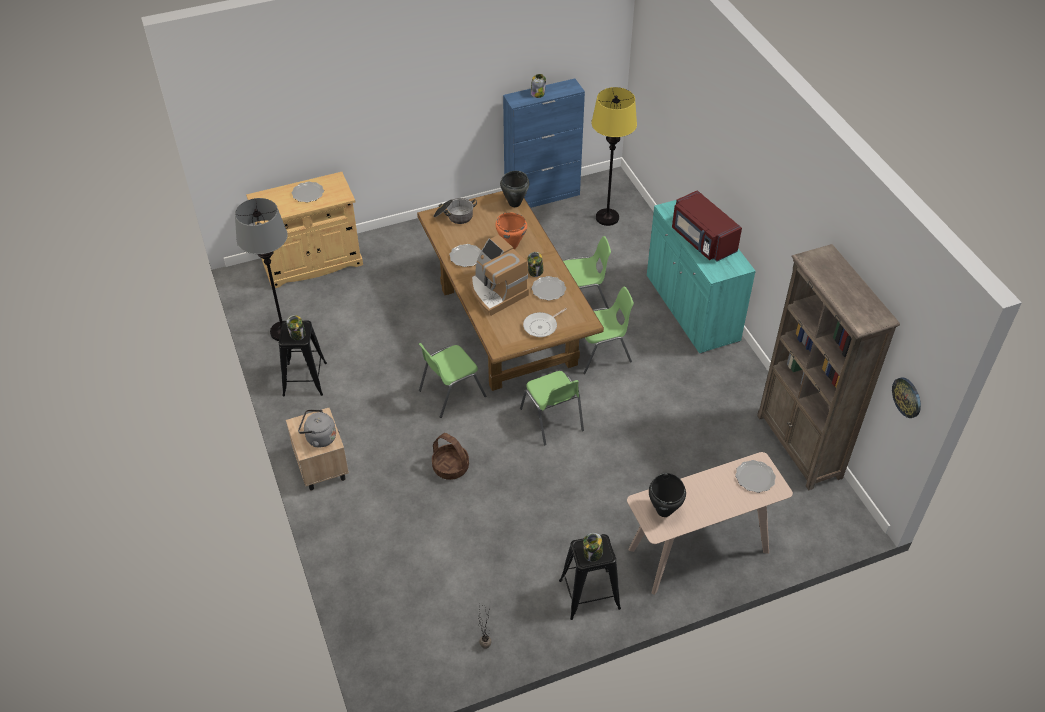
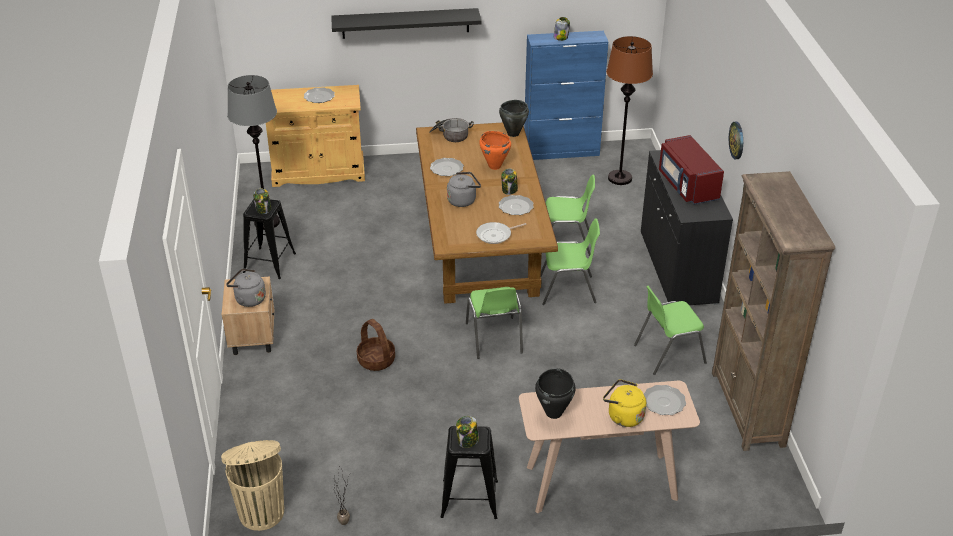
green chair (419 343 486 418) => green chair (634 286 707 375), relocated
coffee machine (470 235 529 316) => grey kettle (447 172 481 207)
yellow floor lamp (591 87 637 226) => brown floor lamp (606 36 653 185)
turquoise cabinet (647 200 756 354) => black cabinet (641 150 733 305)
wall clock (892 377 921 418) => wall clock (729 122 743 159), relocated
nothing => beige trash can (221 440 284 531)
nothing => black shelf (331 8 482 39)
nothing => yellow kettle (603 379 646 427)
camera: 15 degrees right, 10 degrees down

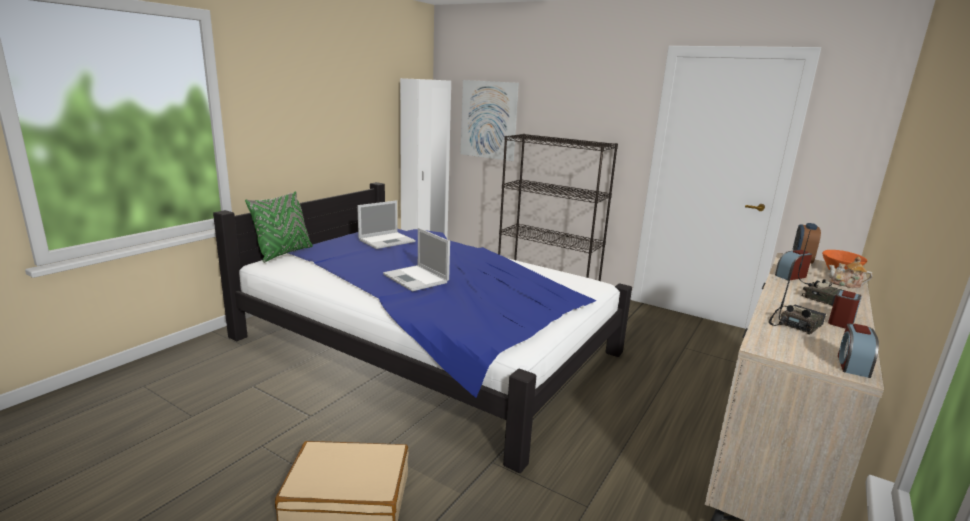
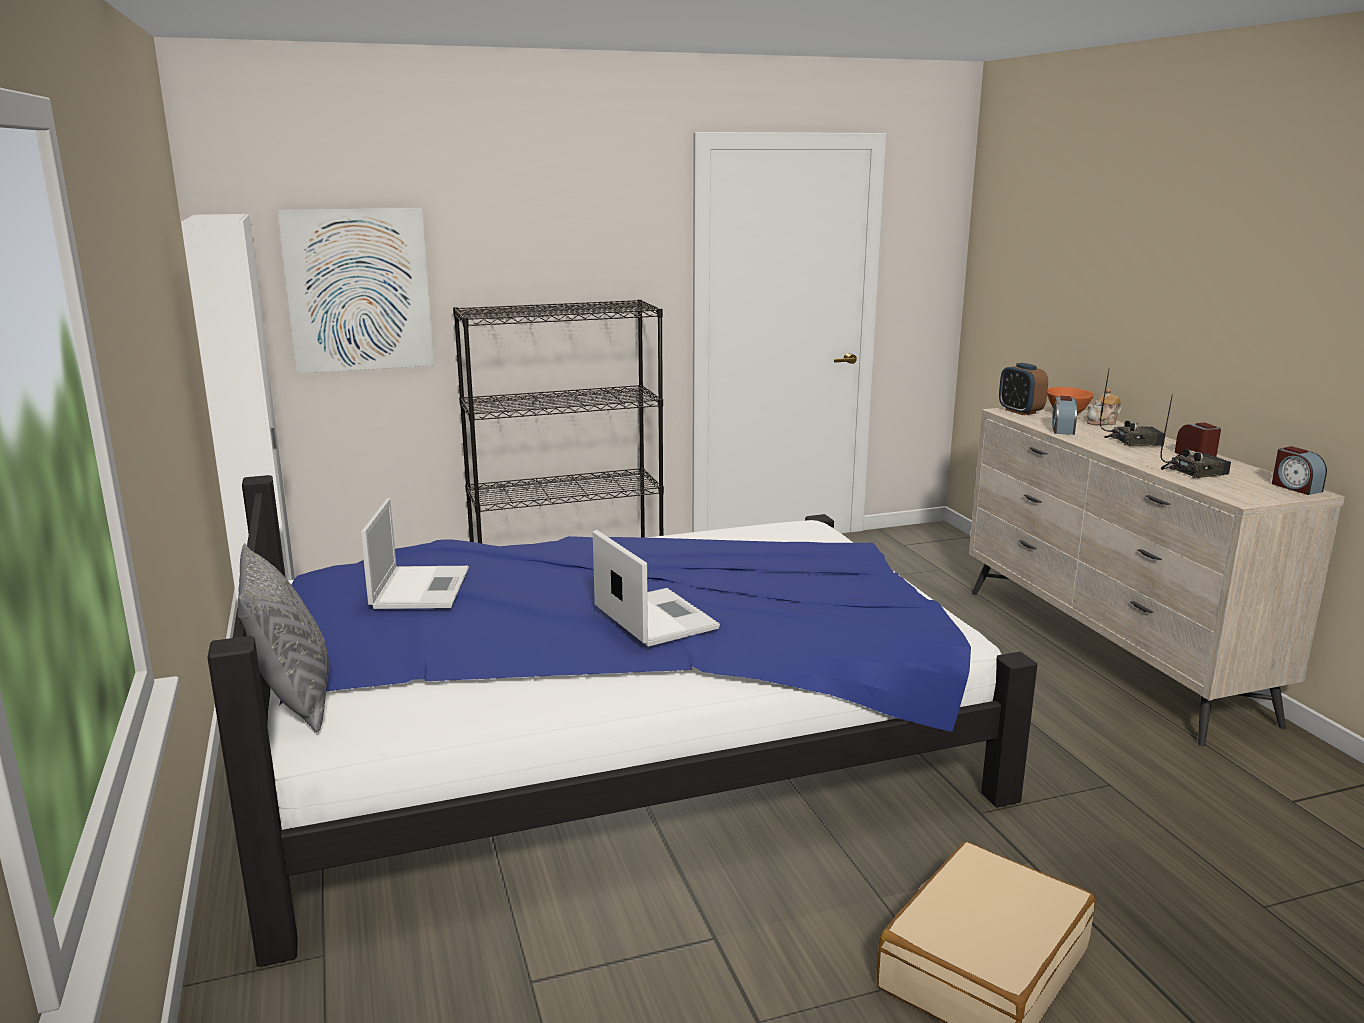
green pillow (245 191 313 263) => grey pillow (238 543 329 732)
laptop (383 228 450 291) => laptop (593 530 720 647), 120 degrees counterclockwise
radio (769 261 826 335) => radio (1161 394 1231 478), 75 degrees clockwise
camera: 50 degrees left, 0 degrees up

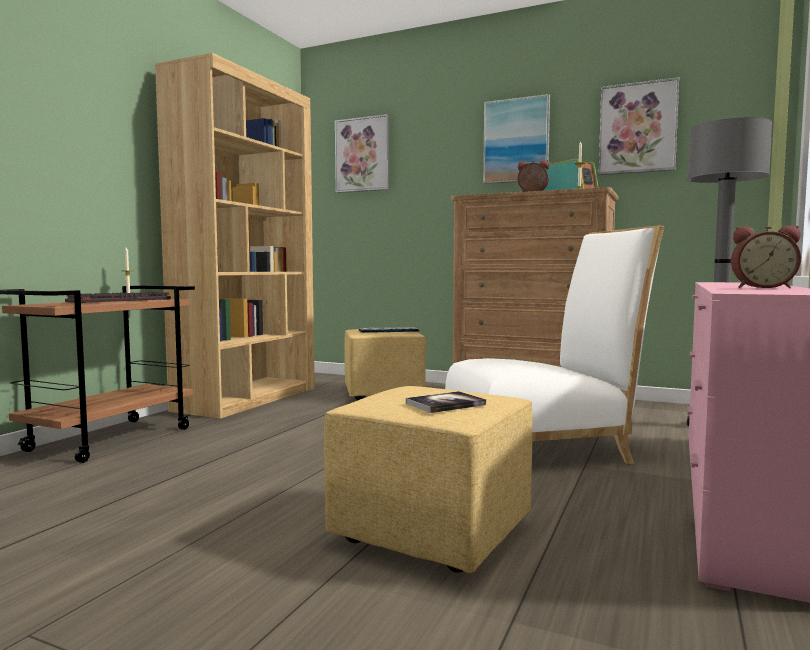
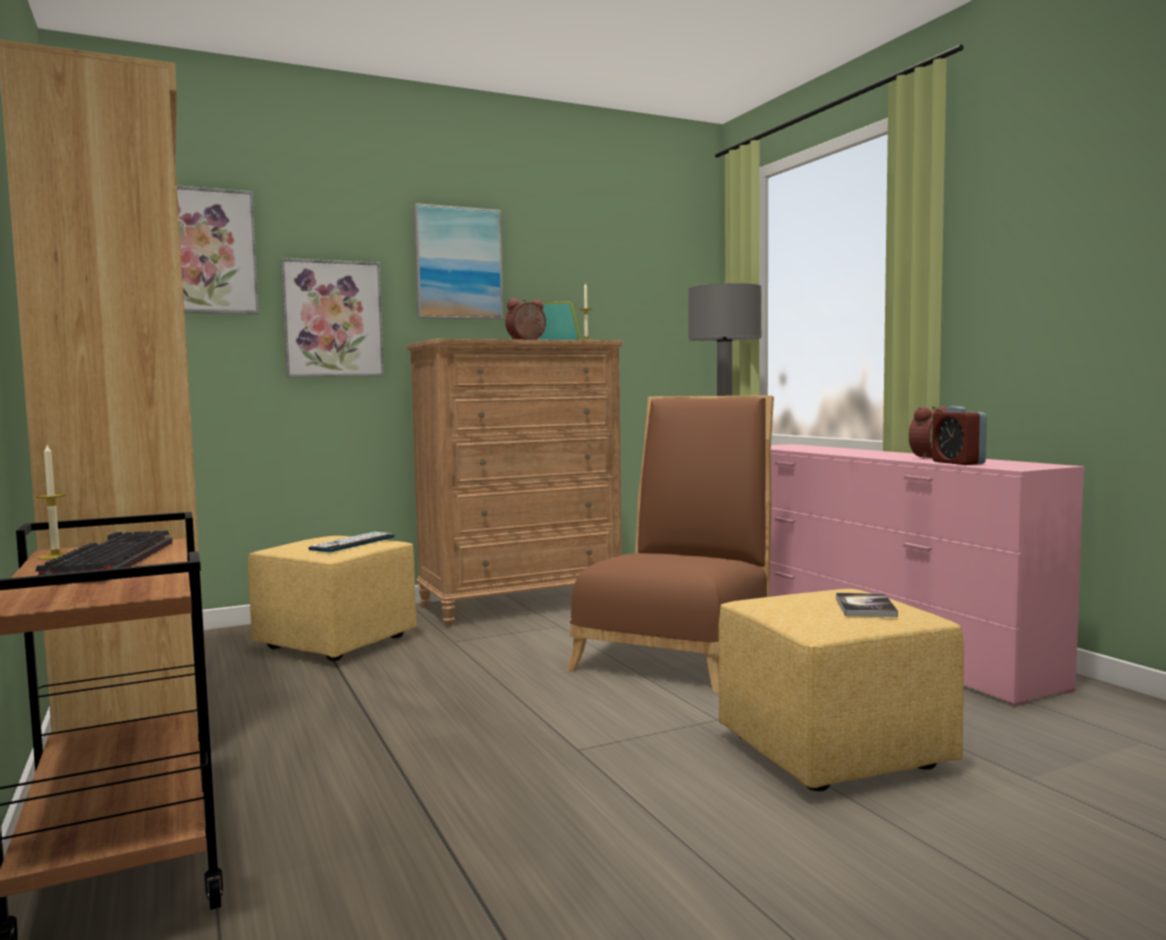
white chair (445 225 664 464) => brown chair (567 395 774 693)
picture (599 77 679 175) => picture (281 258 384 377), relocated
nothing => alarm clock (932 406 987 465)
camera: 50 degrees left, 0 degrees up

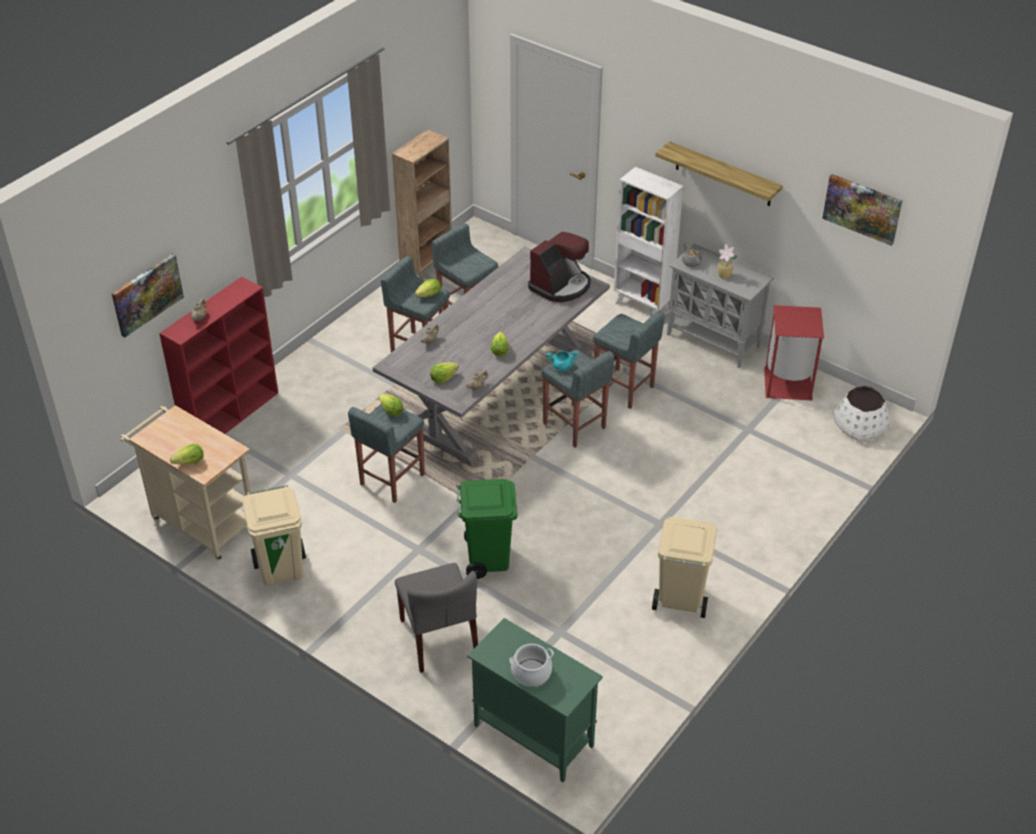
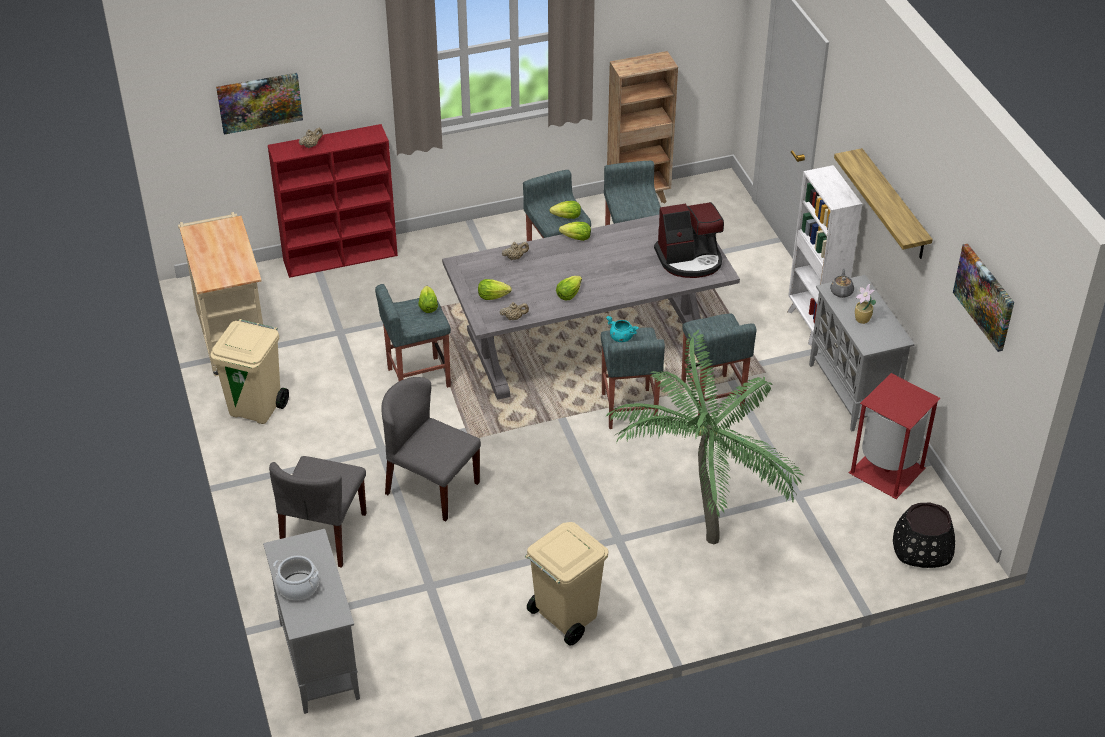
lettuce (170 444 204 465) => lettuce (559 222 591 241), relocated
green trash can (456 479 517 579) => grey chair (381 377 481 521)
green cabinet (467 618 603 782) => grey cabinet (263 529 360 714)
white planter (833 386 890 441) => black planter (893 502 955 568)
nothing => potted plant (605 330 804 544)
camera: 35 degrees right, 0 degrees up

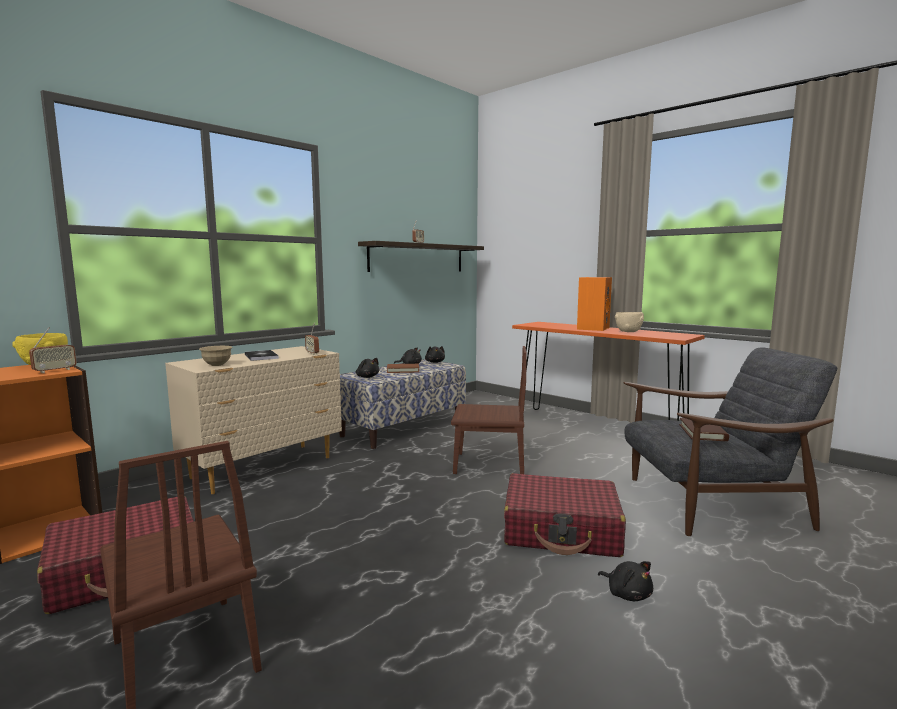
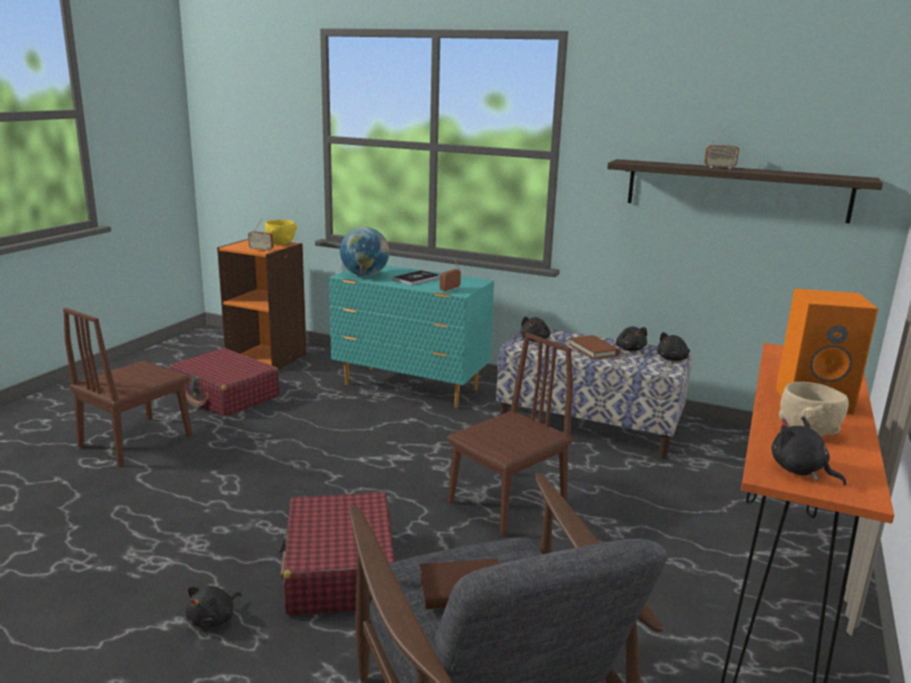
beige dresser (165 346 342 494) => turquoise dresser (329 265 494 408)
beige bowl (199 346 233 366) => globe (340 227 389 276)
brown chair (451 346 527 474) => brown chair (447 333 573 536), 120 degrees counterclockwise
nothing => black plush toy (771 416 846 486)
camera: 70 degrees right, 10 degrees up

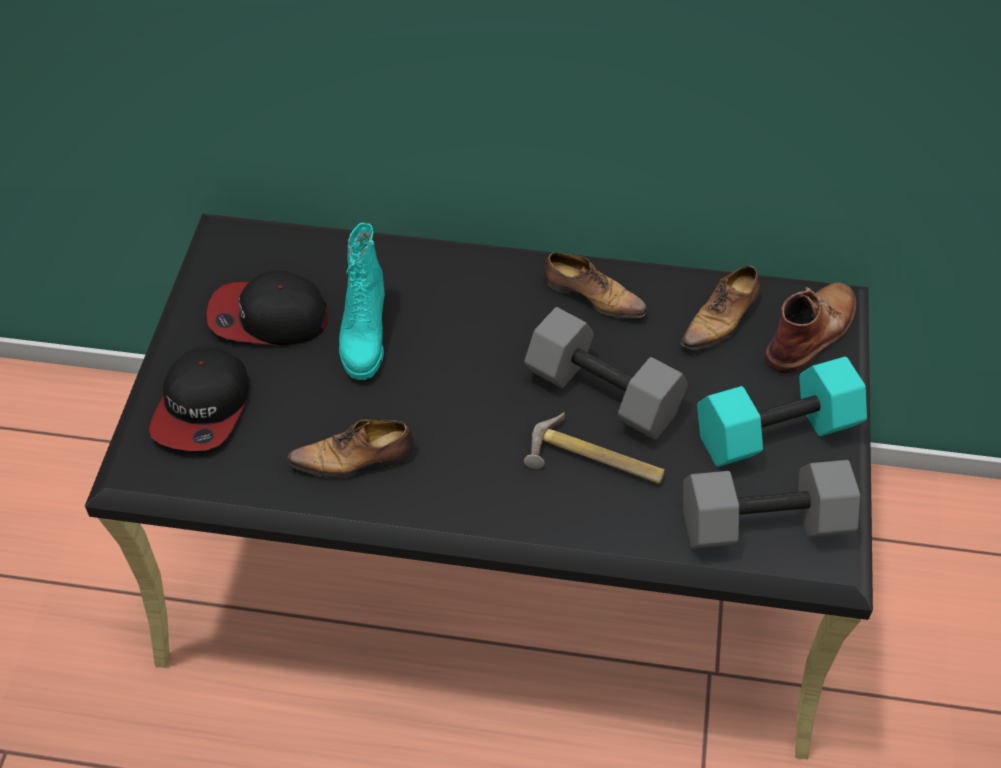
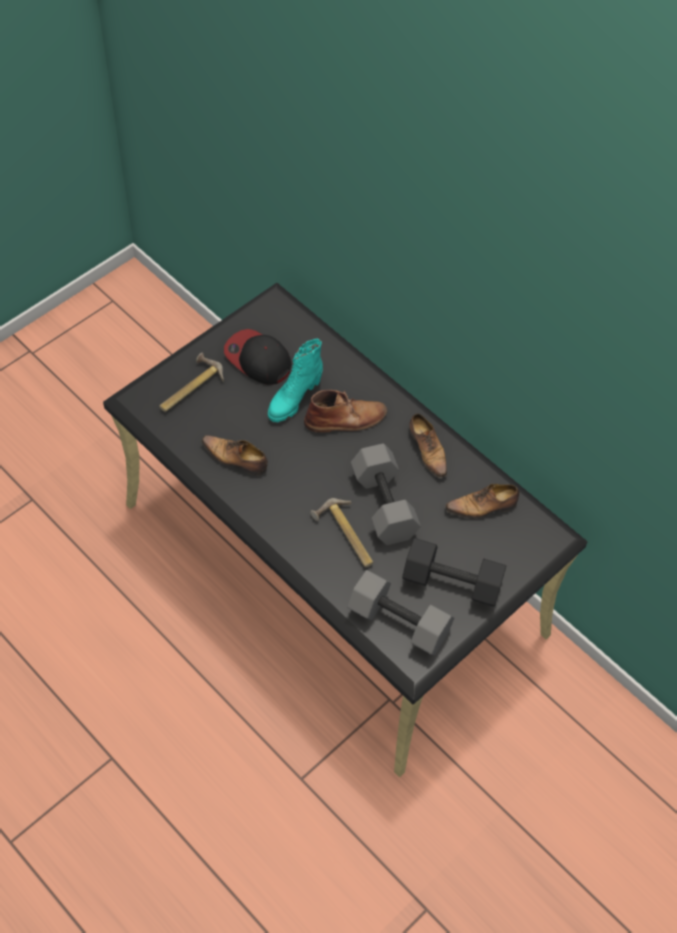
cap (149 347 249 451) => hammer (159 353 224 412)
turquoise dumbbell (697 356 867 467) => black dumbbell (402 538 506 607)
brown boot (765 283 856 373) => brown boot (304 390 387 433), relocated
camera: 35 degrees right, 5 degrees up

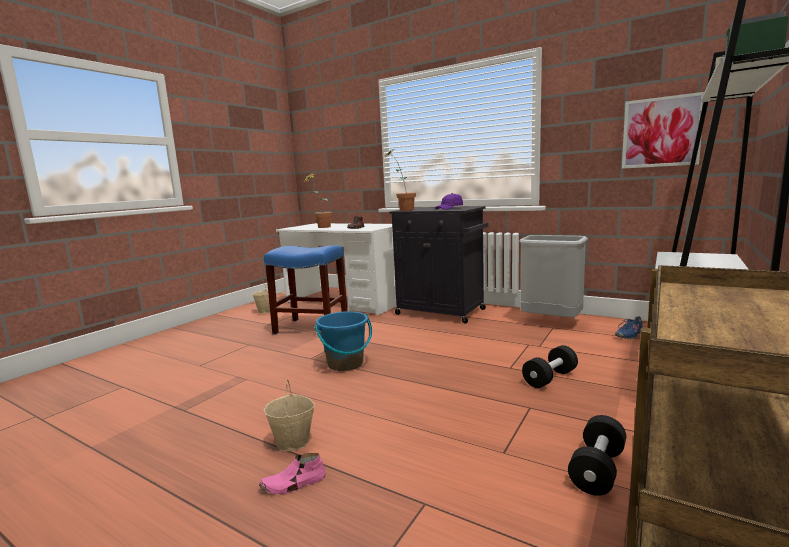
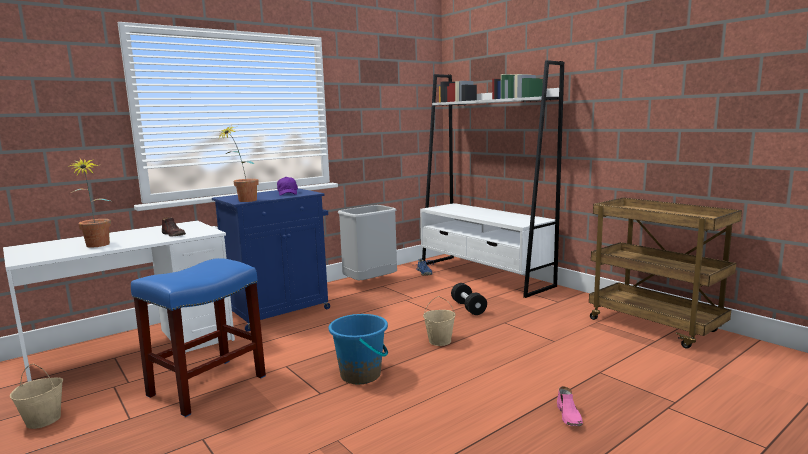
beige bucket (264 380 315 451) => beige bucket (423 296 456 346), relocated
black cabinet (389 206 488 324) => blue cabinet (212 188 330 332)
black dumbbell (568 415 626 496) => nothing
picture (622 92 704 169) => nothing
camera: 70 degrees left, 0 degrees up

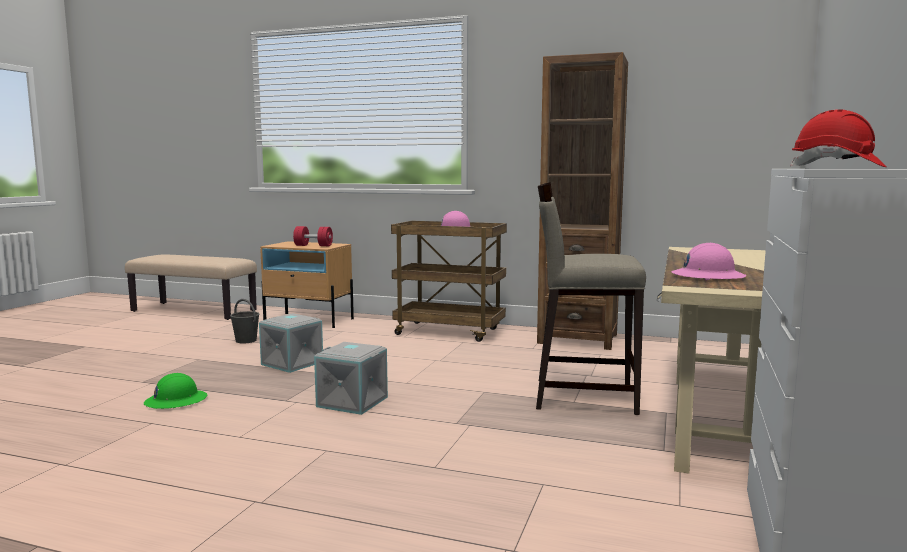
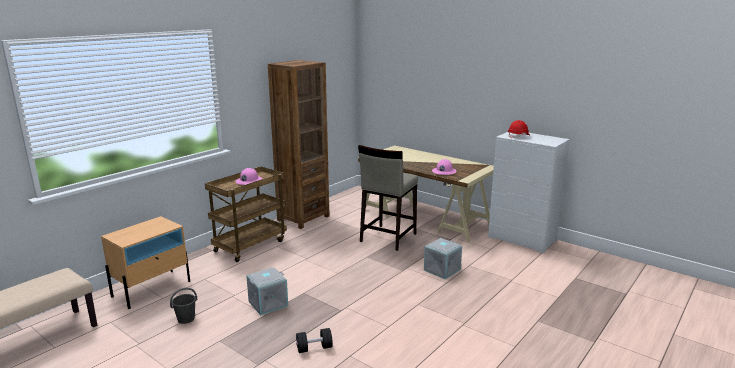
green hard hat (144 373 207 409) => black dumbbell (296 328 333 353)
red dumbbell (293 226 333 246) => nothing
grey storage box (314 342 388 415) => grey storage box (424 238 462 279), relocated
camera: 70 degrees left, 10 degrees up

